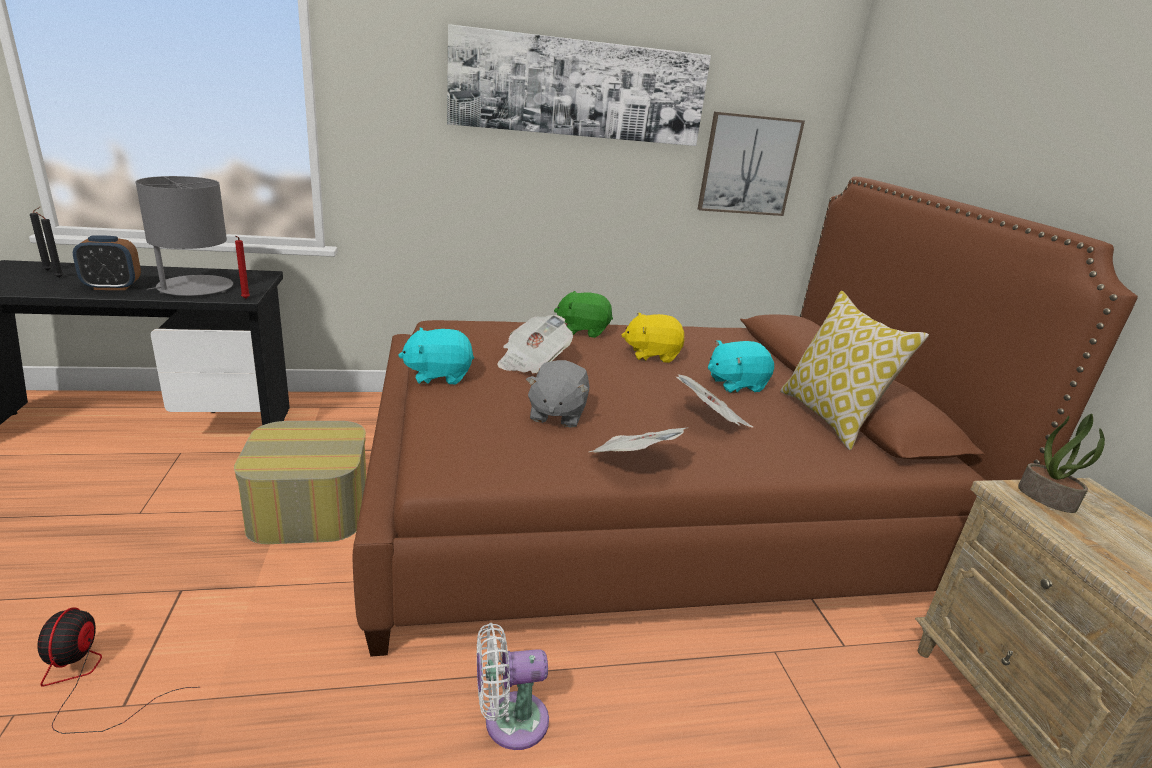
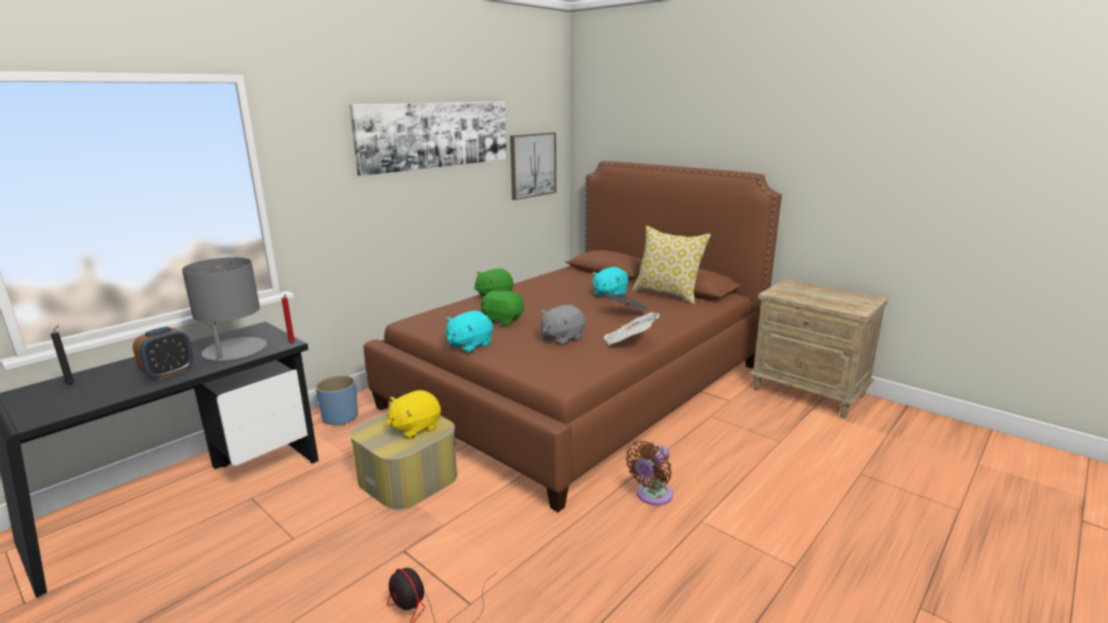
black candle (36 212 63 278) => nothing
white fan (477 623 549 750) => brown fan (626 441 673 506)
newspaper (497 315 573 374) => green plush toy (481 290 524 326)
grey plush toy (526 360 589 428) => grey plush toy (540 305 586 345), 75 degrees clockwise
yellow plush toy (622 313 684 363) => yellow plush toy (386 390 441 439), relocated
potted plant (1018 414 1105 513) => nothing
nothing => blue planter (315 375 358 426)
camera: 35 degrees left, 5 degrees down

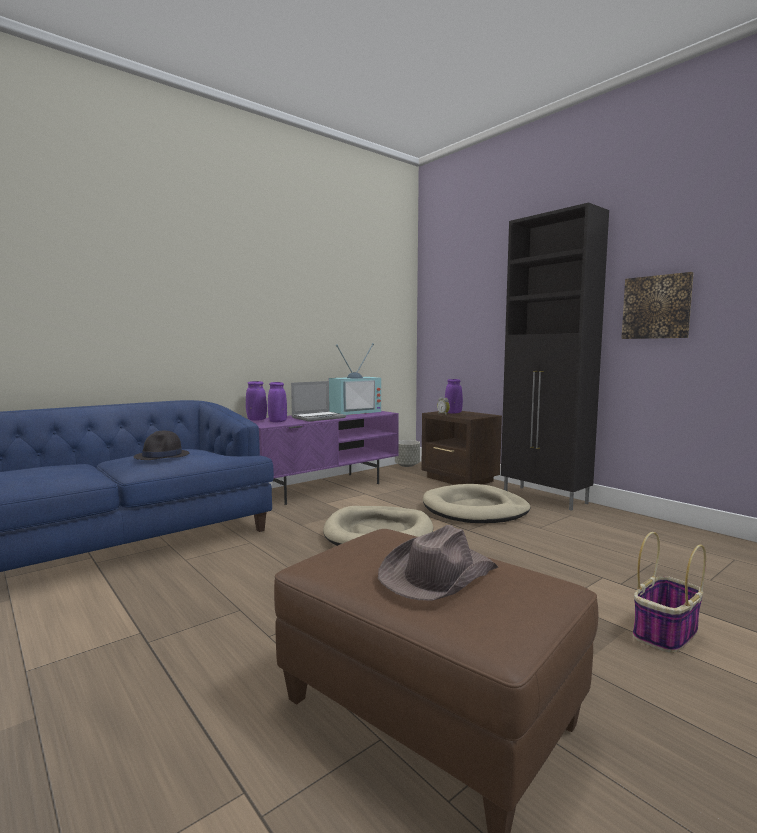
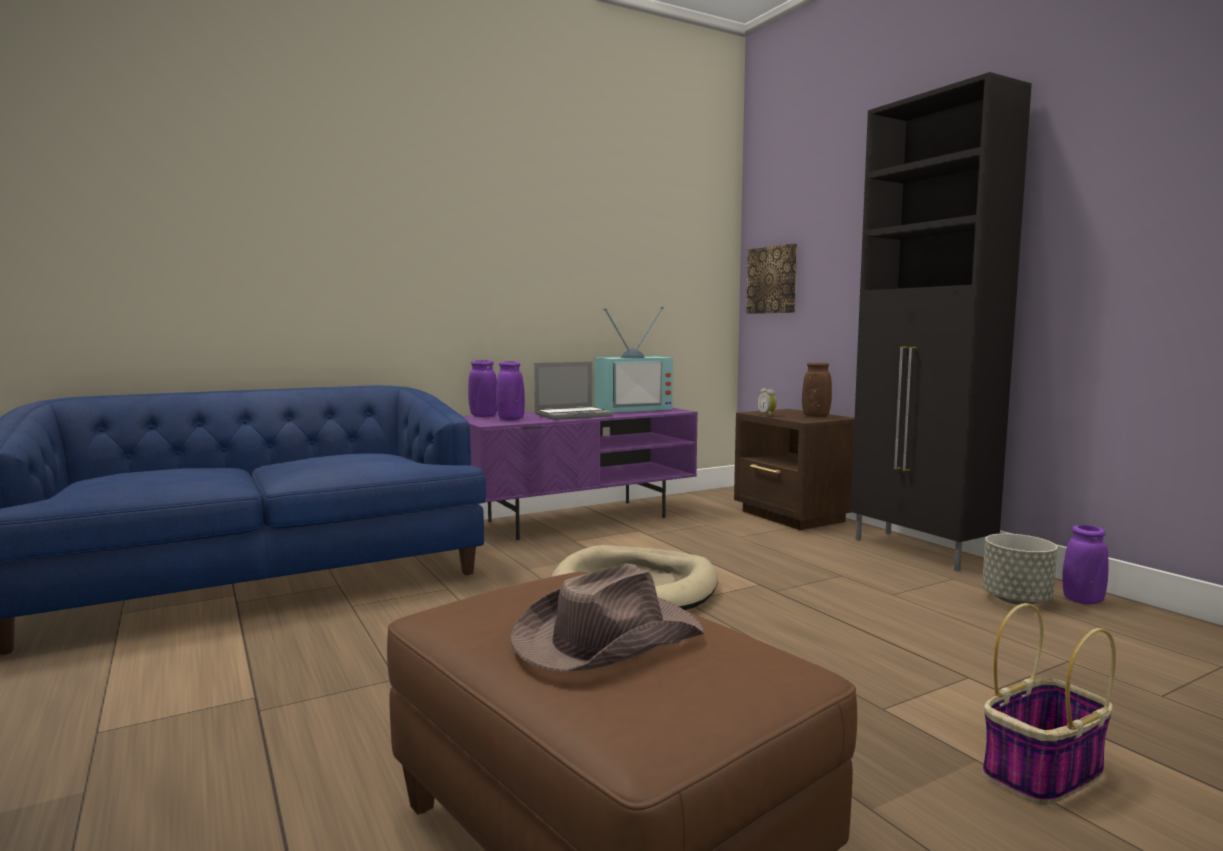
black hat (134 431 189 460) => nothing
grey planter (395 440 420 467) => grey planter (982 534 1058 605), relocated
beige dog bed (423 484 530 523) => nothing
purple vase (445 379 463 413) => purple vase (1062 525 1109 604), relocated
picture (621 272 694 339) => picture (746 244 797 314), relocated
nothing => brown vase (802 362 832 417)
camera: 10 degrees right, 0 degrees up

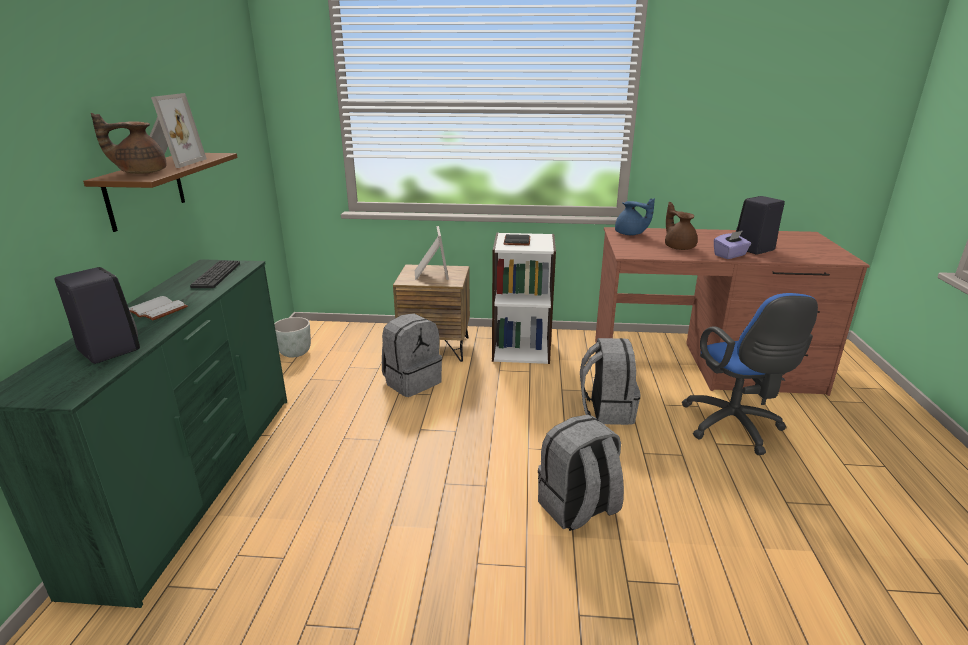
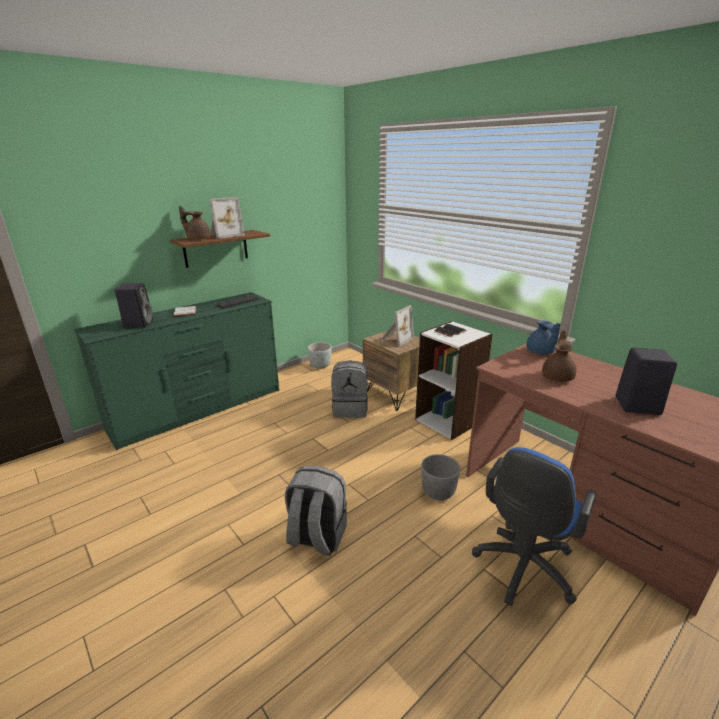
grey backpack (580 338 641 425) => grey planter (421 454 460 500)
purple tissue box (714 231 751 259) => nothing
camera: 45 degrees right, 0 degrees up

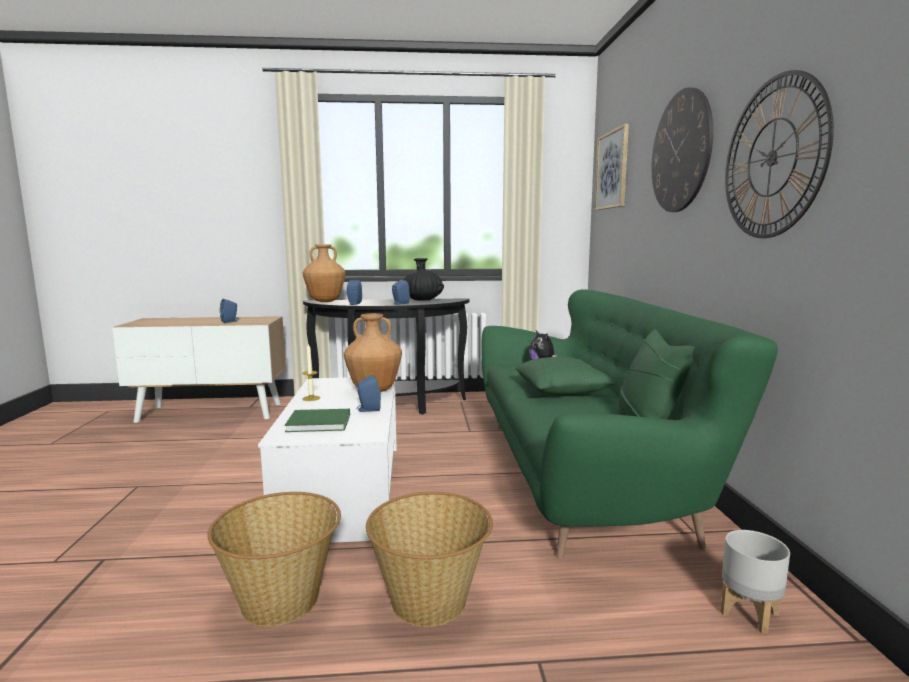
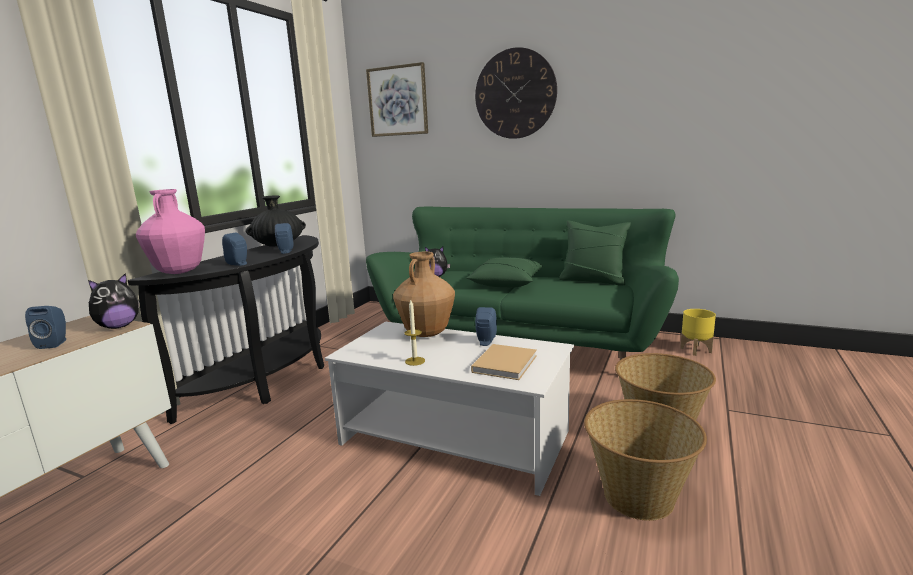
green book (284 409 350 432) => beige book (471 344 537 380)
brown vase (303 244 345 302) => pink vase (136 189 205 274)
grey planter (720 530 790 633) => yellow planter (680 309 716 356)
wall clock (725 70 834 238) => nothing
nothing => plush toy (88 273 139 329)
camera: 60 degrees left, 5 degrees up

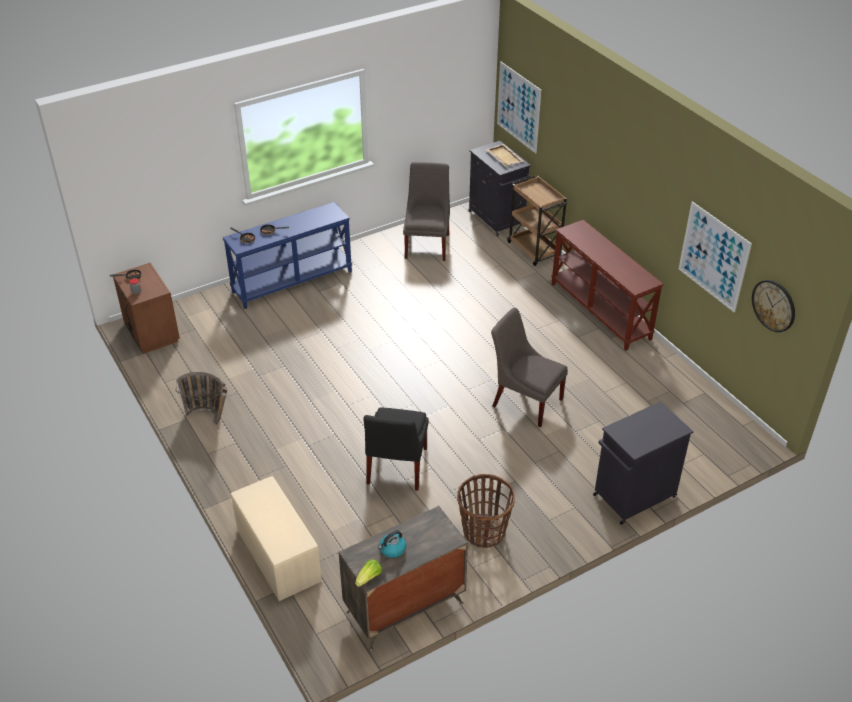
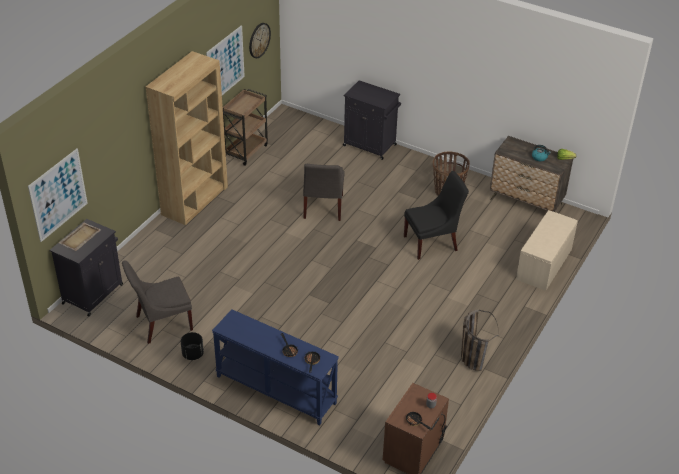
brown cart (507 176 568 266) => brown cart (223 89 268 166), relocated
brown console table (551 220 664 351) => brown bookcase (145 51 228 225)
nothing => black planter (181 332 204 360)
camera: 120 degrees left, 0 degrees up

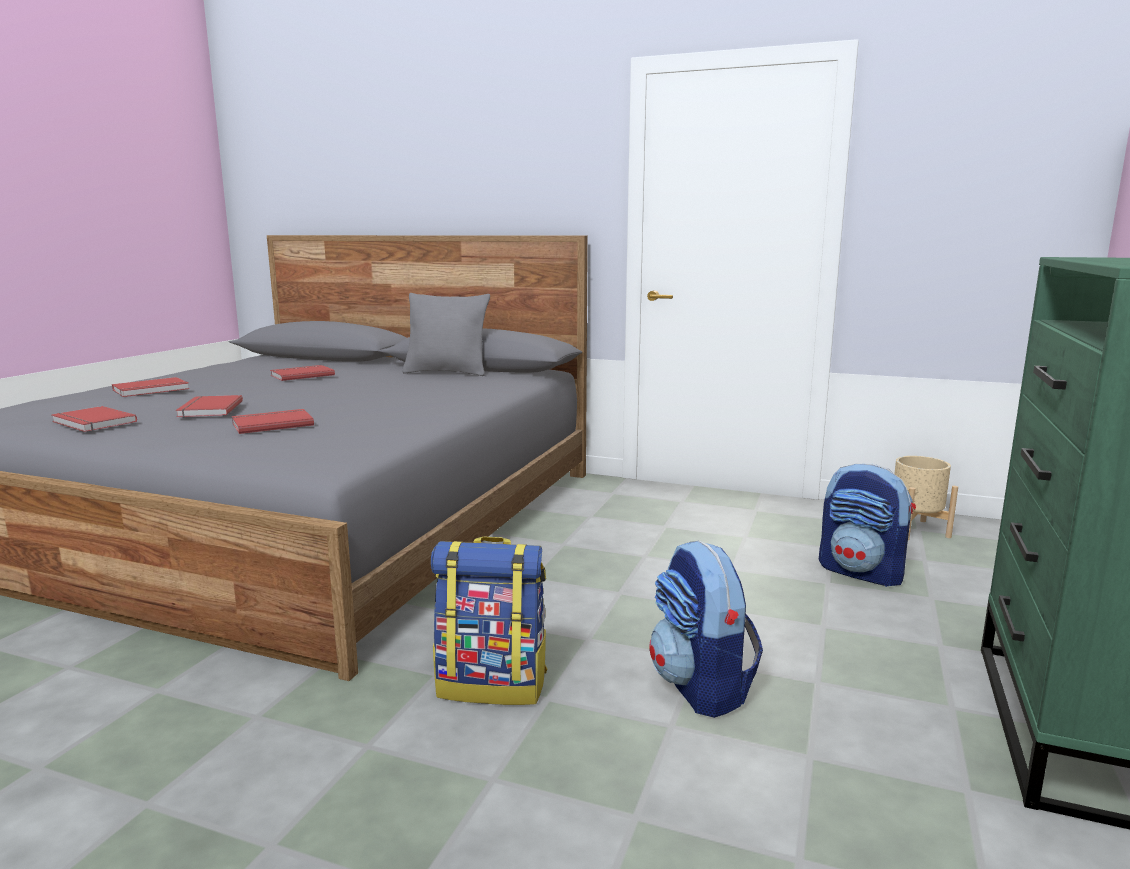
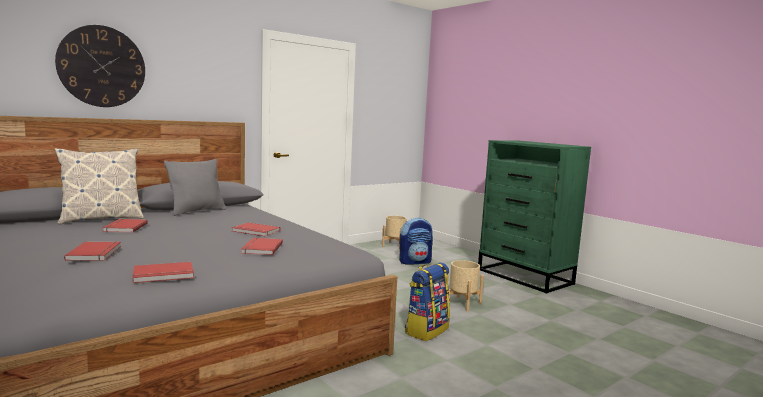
red book (176 395 243 417) => red book (232 222 280 236), relocated
backpack (649 541 763 718) => beige planter (447 260 484 312)
nothing => pillow (54 148 144 224)
nothing => wall clock (55 25 145 107)
camera: 60 degrees left, 5 degrees down

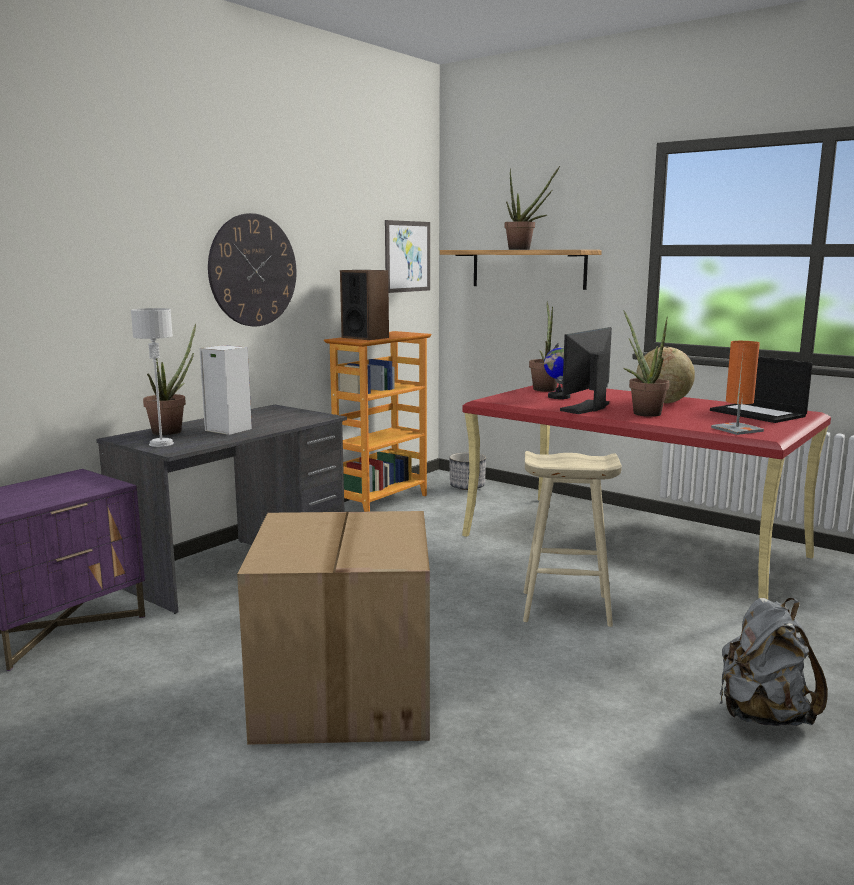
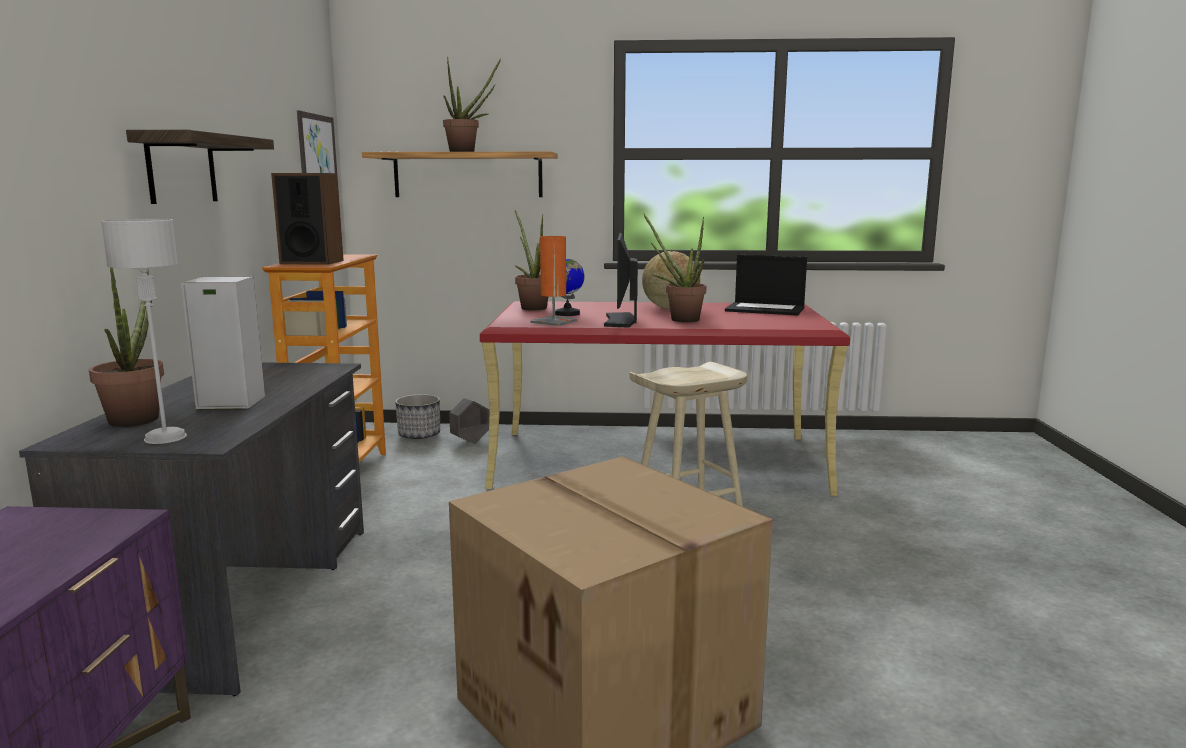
wall clock (208 213 297 326) => shelf (126 130 274 204)
orange table lamp (711 341 764 435) => orange table lamp (530 236 577 326), relocated
grey backpack (720 598 828 726) => nothing
nothing => grey planter (449 398 489 444)
camera: 35 degrees left, 0 degrees up

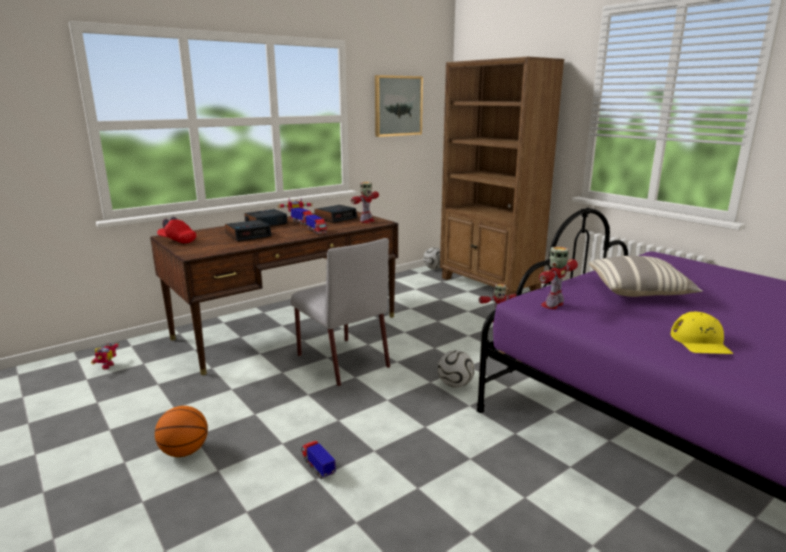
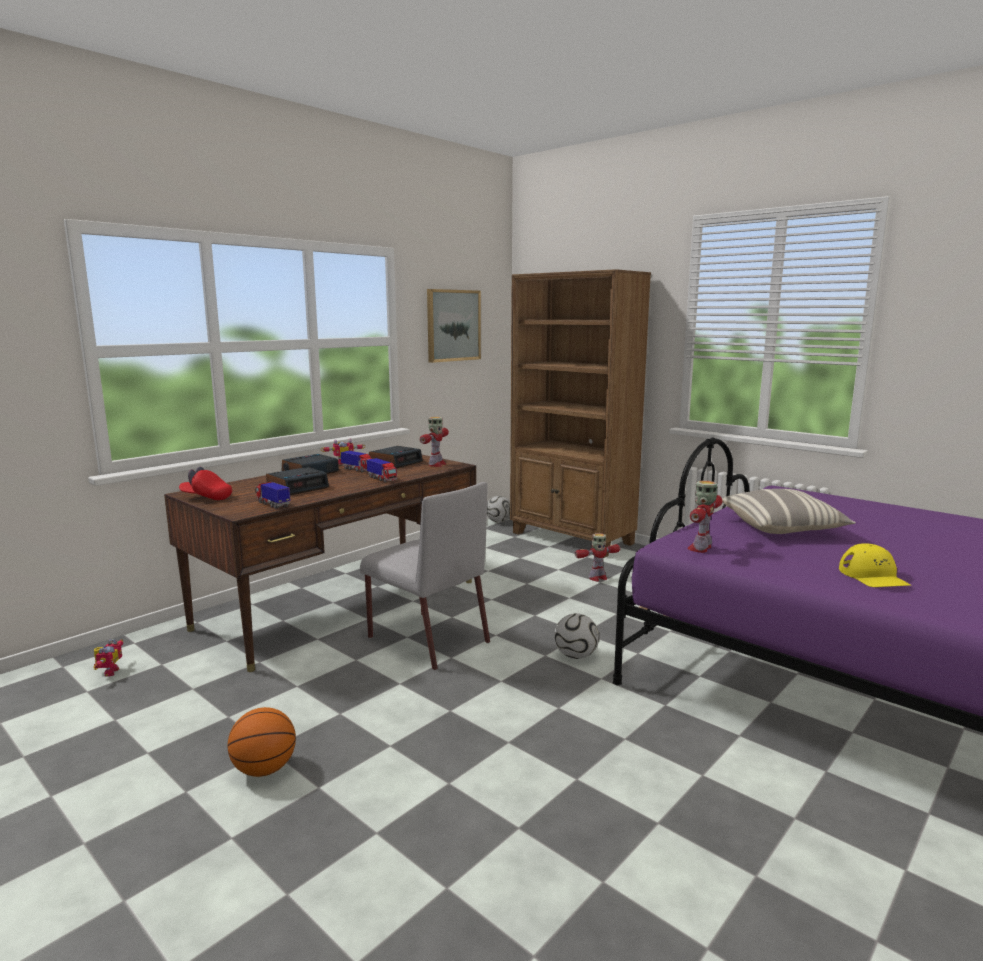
toy truck (301 441 336 479) => toy truck (255 482 290 509), relocated
camera: 10 degrees left, 5 degrees down

